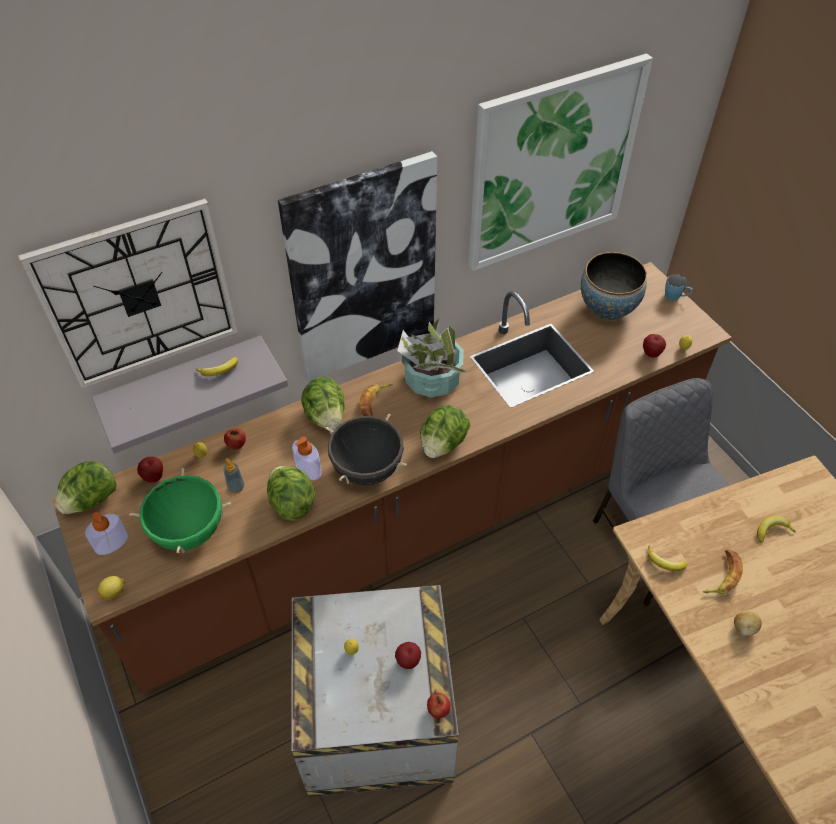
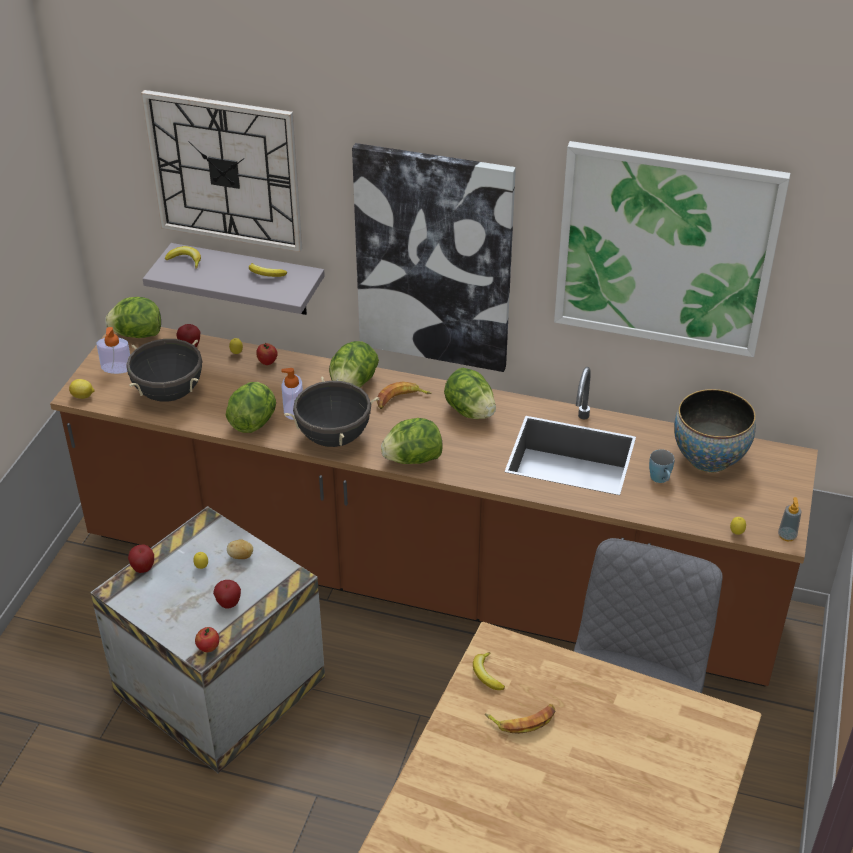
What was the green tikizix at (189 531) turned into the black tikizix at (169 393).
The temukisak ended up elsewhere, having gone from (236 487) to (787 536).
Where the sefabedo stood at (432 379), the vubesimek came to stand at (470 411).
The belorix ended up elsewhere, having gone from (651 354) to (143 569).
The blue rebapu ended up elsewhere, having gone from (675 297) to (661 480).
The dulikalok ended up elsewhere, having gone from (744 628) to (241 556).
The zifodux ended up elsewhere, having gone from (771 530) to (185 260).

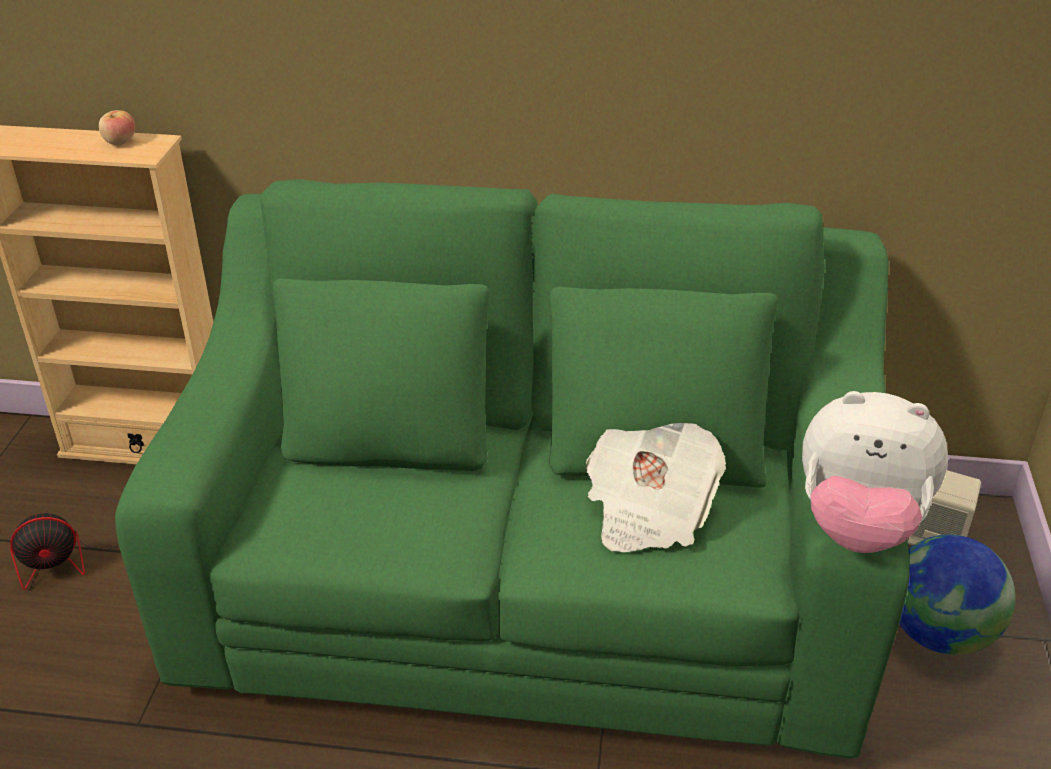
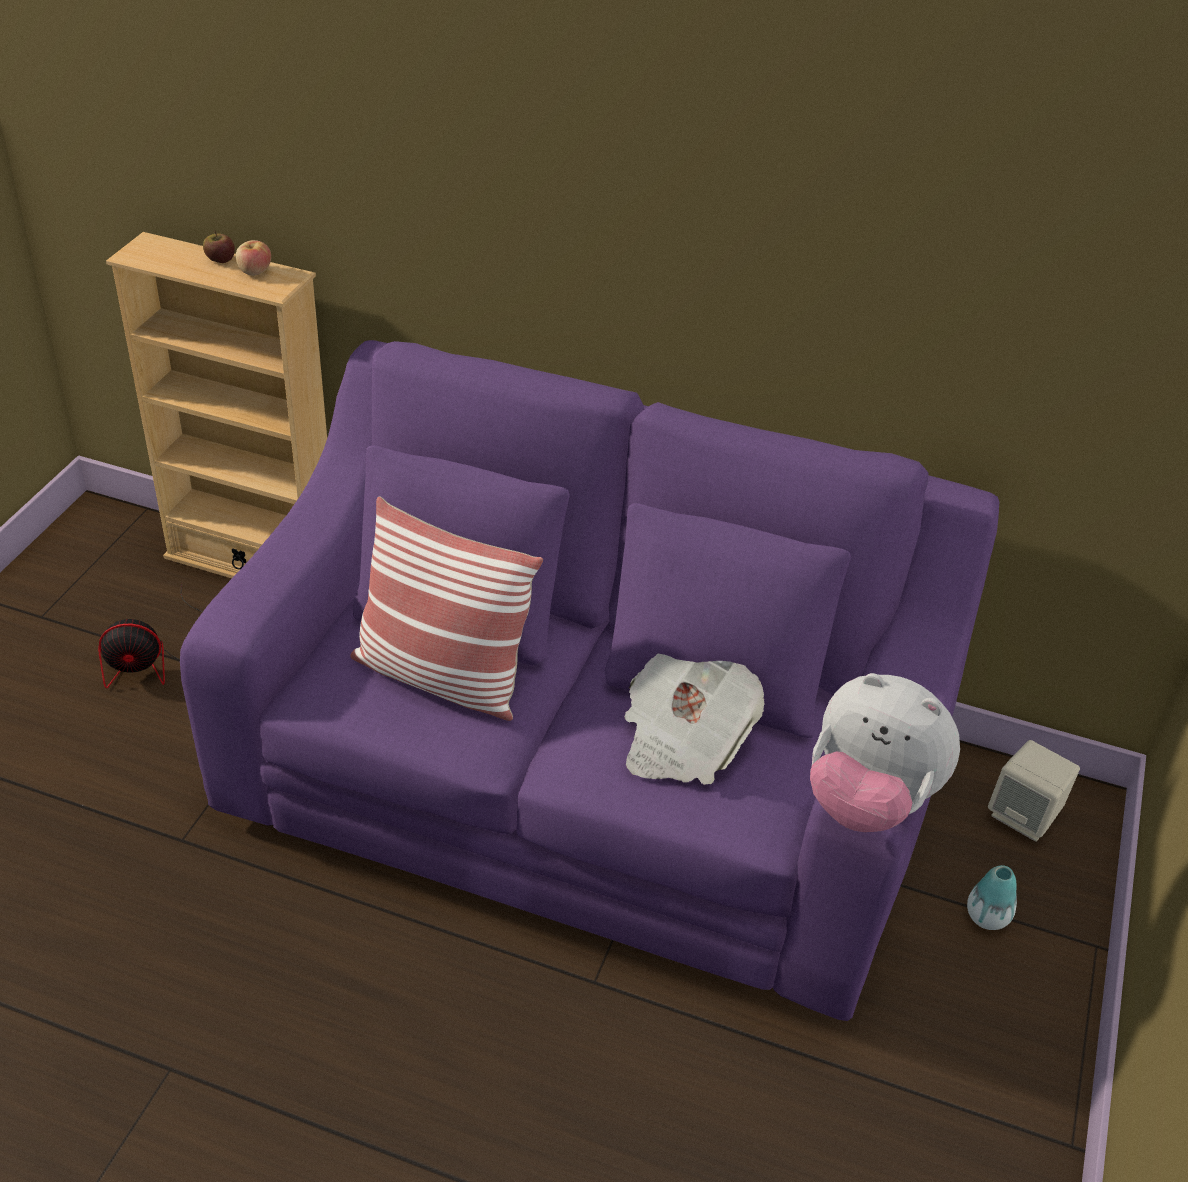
What was the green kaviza at (526 587) turned into the purple kaviza at (582 783).
Where the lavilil stood at (939 634), the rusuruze came to stand at (987 917).
The second view gained the belorix at (220 260).
The second view gained the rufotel at (441 676).

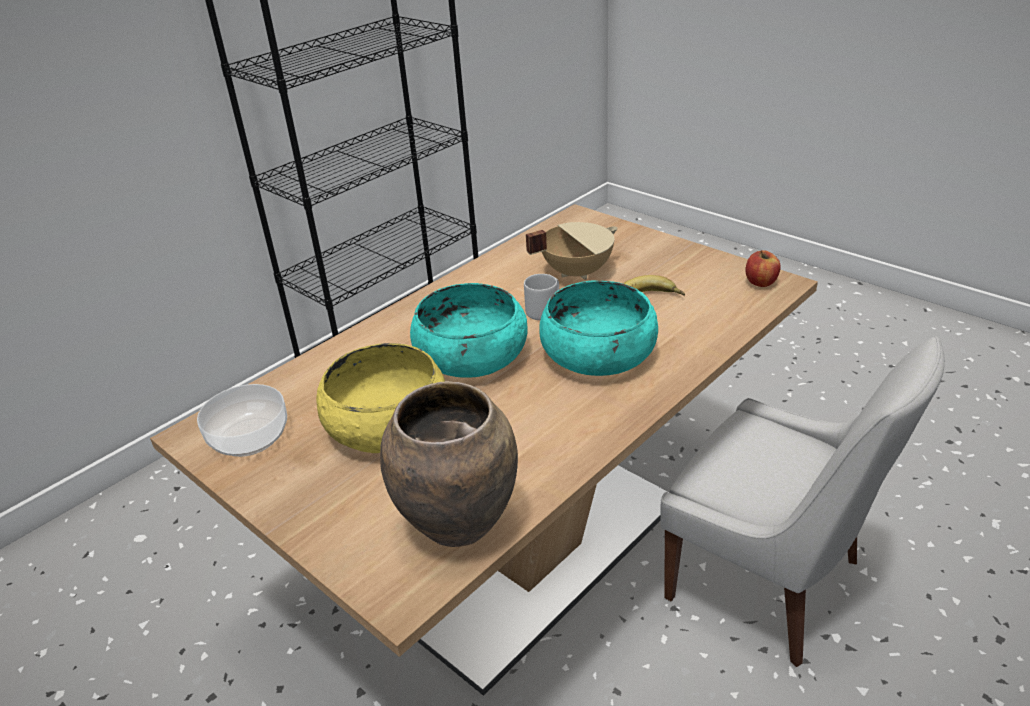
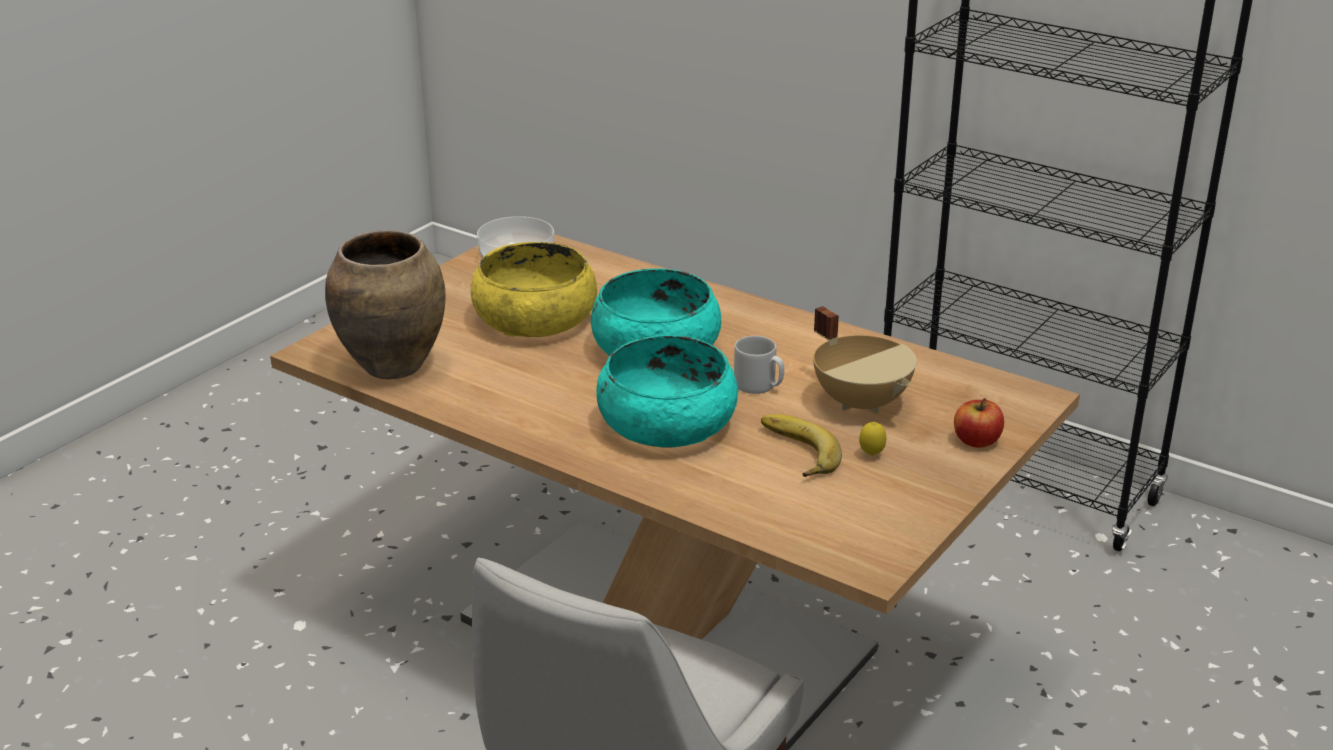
The belorix ended up elsewhere, having gone from (761 282) to (976 441).
The second view gained the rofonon at (871 455).

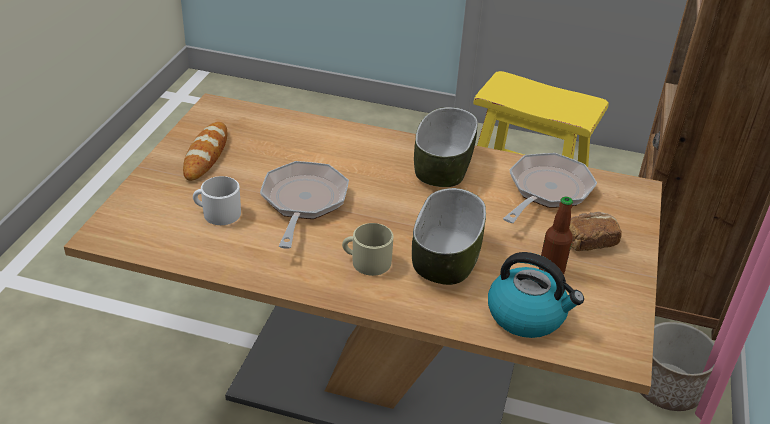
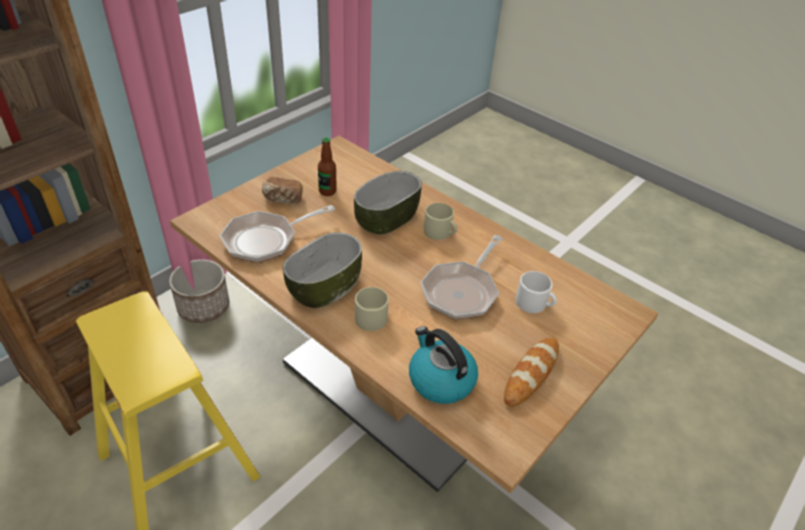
The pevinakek ended up elsewhere, having gone from (527 315) to (440 380).
The second view gained the beige rebapu at (373 316).

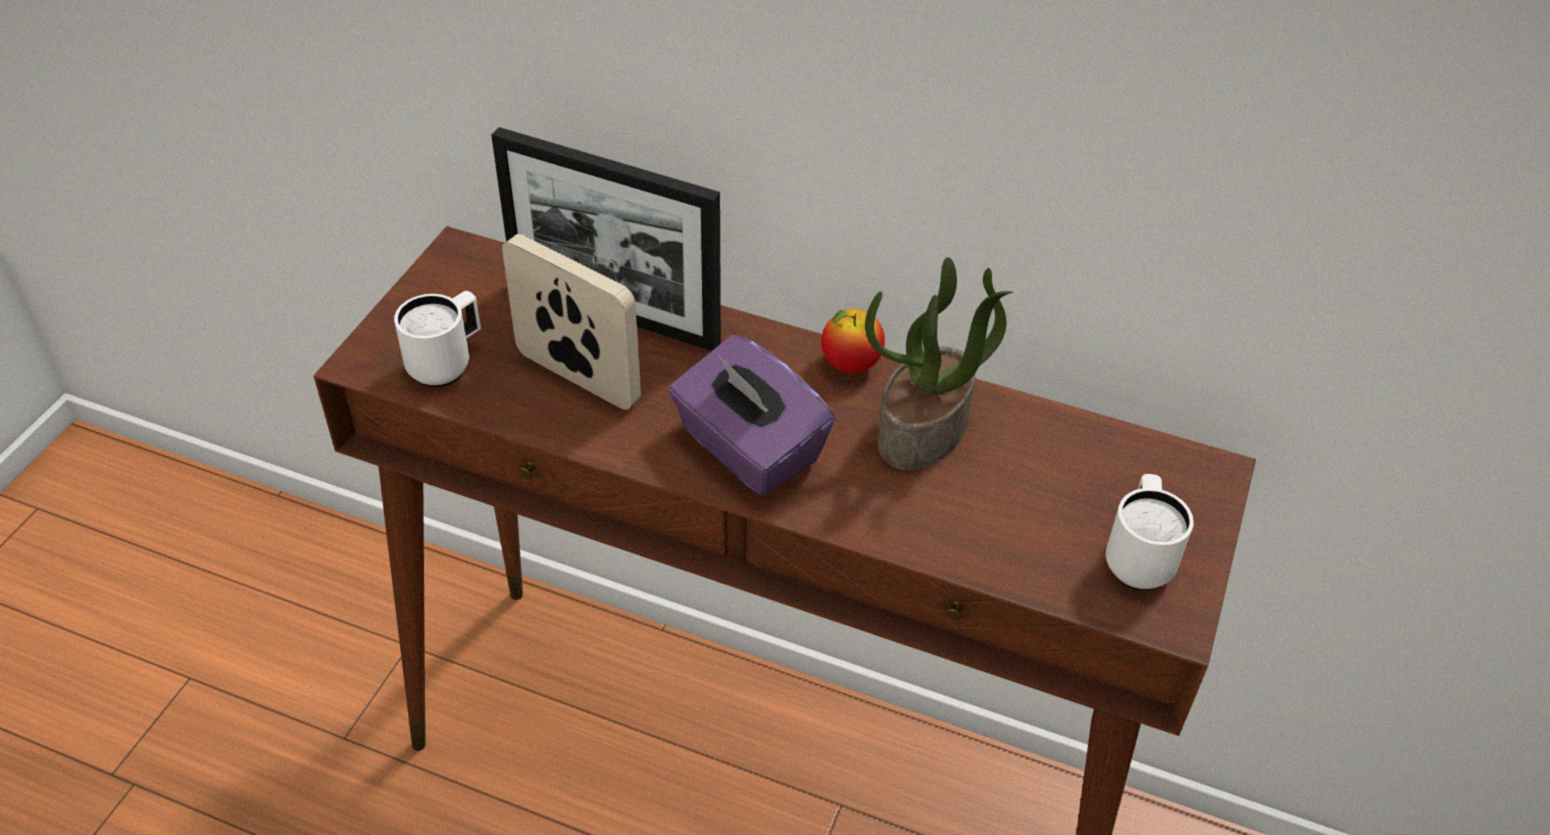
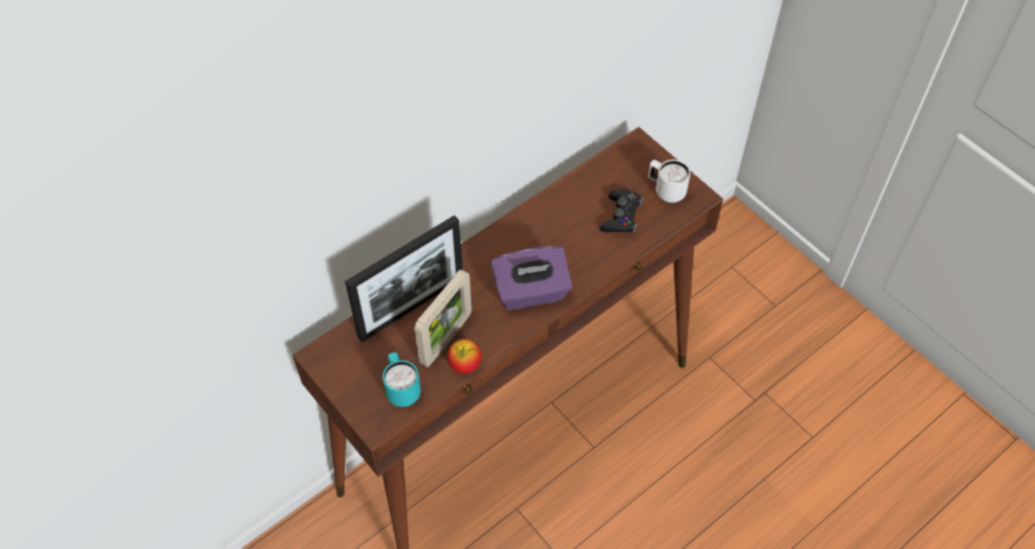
What was the white rebapu at (447 364) turned into the turquoise rebapu at (402 389).
The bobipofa at (578 378) ended up facing another way, 150 degrees clockwise from before.
The belorix ended up elsewhere, having gone from (850 365) to (465 365).
The second view lost the sefabedo at (924 431).
The second view gained the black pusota at (621 216).

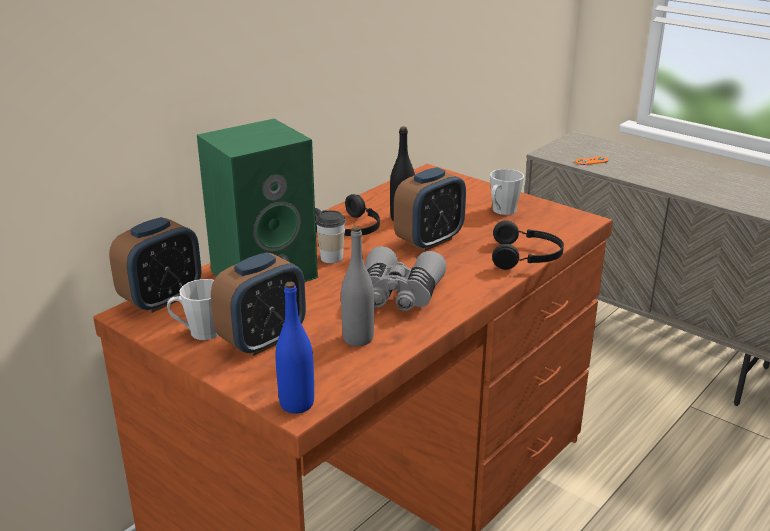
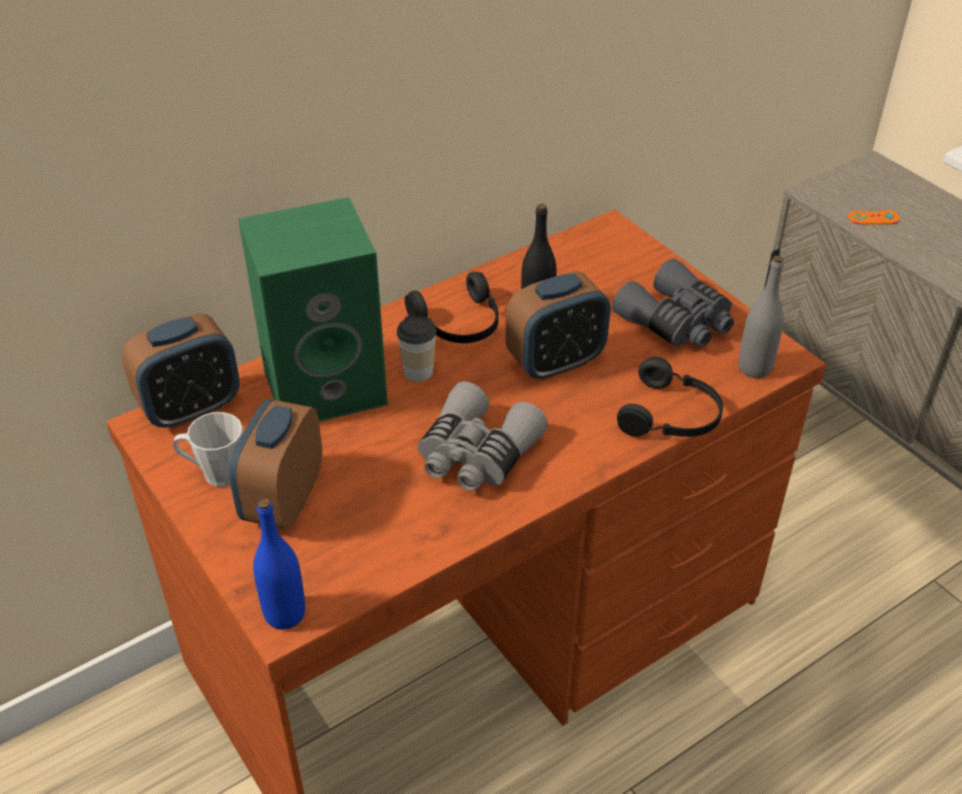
The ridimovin at (263 340) ended up facing another way, 135 degrees clockwise from before.
The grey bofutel ended up elsewhere, having gone from (358 339) to (754 368).
Where the grey rebapu stood at (502 211), the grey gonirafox came to stand at (677 322).

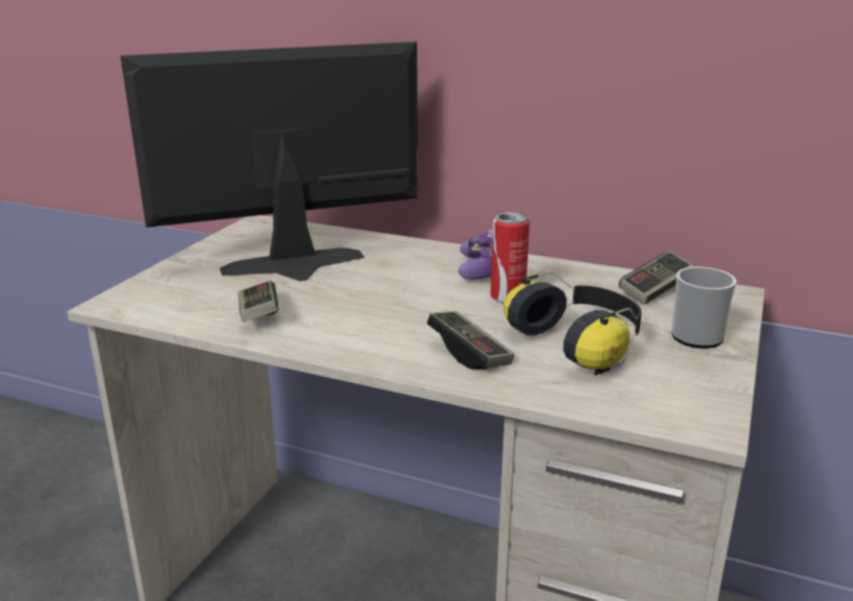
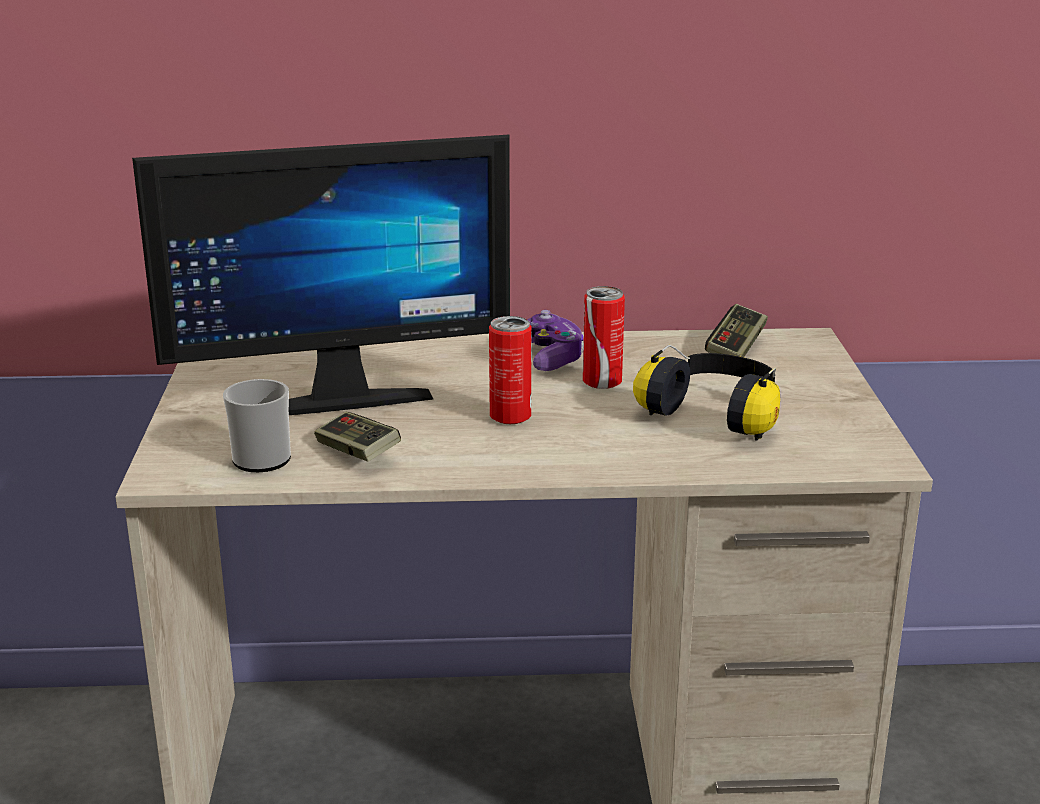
The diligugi at (297 269) ended up facing another way, 150 degrees counterclockwise from before.
The second view lost the pusota at (469 353).
The rebapu ended up elsewhere, having gone from (697 334) to (262 456).
The second view gained the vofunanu at (510 417).

